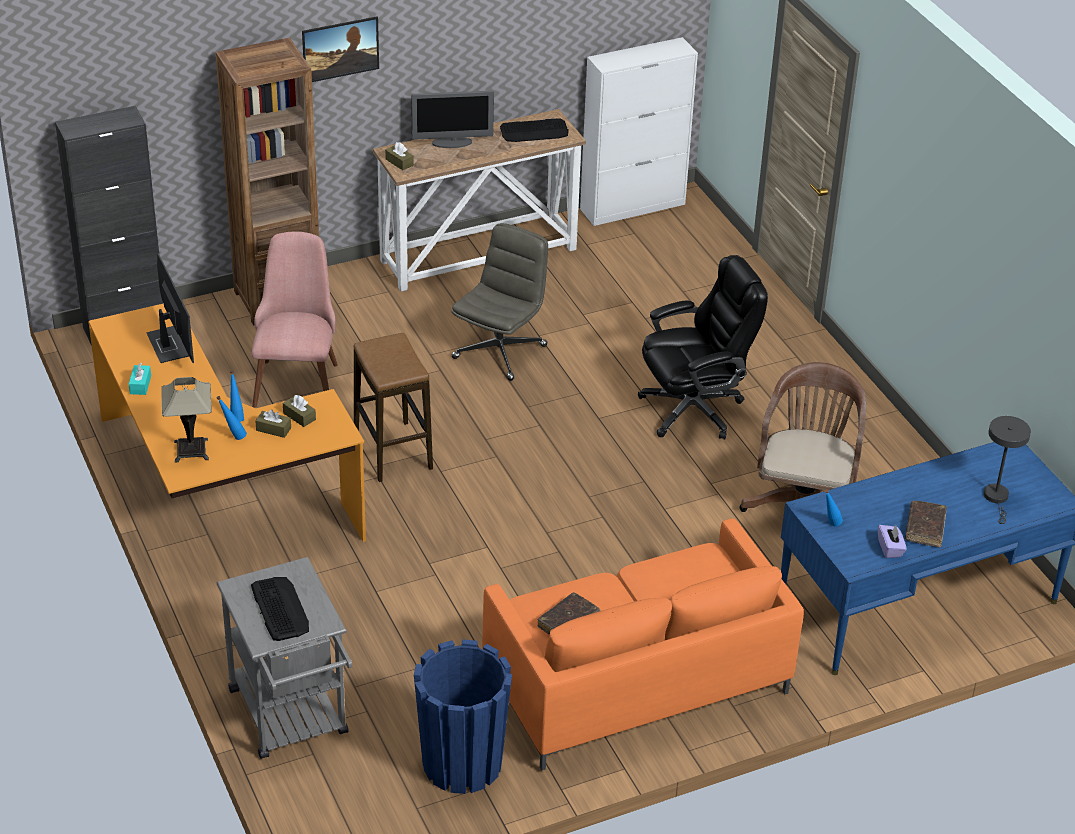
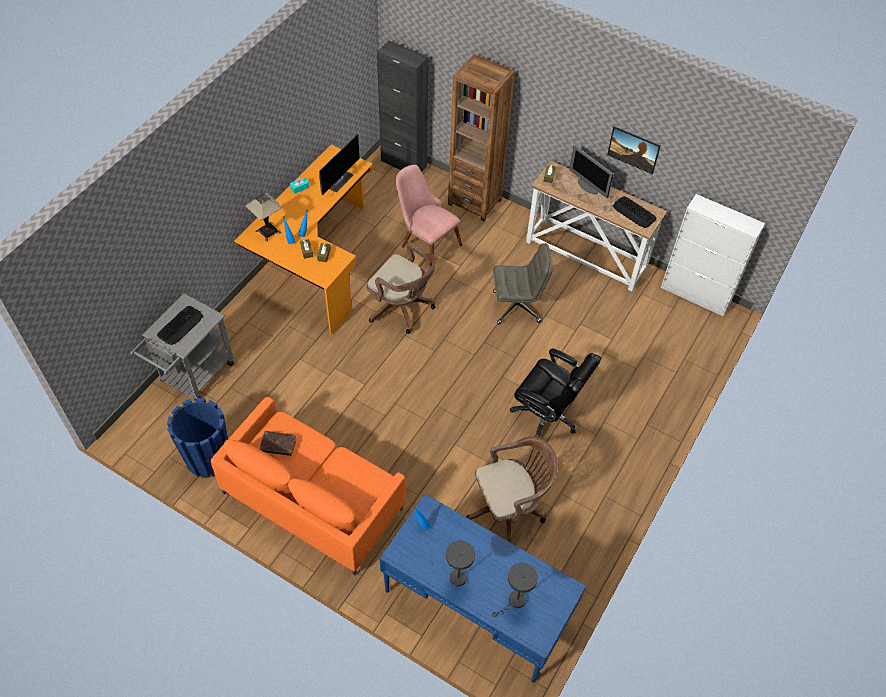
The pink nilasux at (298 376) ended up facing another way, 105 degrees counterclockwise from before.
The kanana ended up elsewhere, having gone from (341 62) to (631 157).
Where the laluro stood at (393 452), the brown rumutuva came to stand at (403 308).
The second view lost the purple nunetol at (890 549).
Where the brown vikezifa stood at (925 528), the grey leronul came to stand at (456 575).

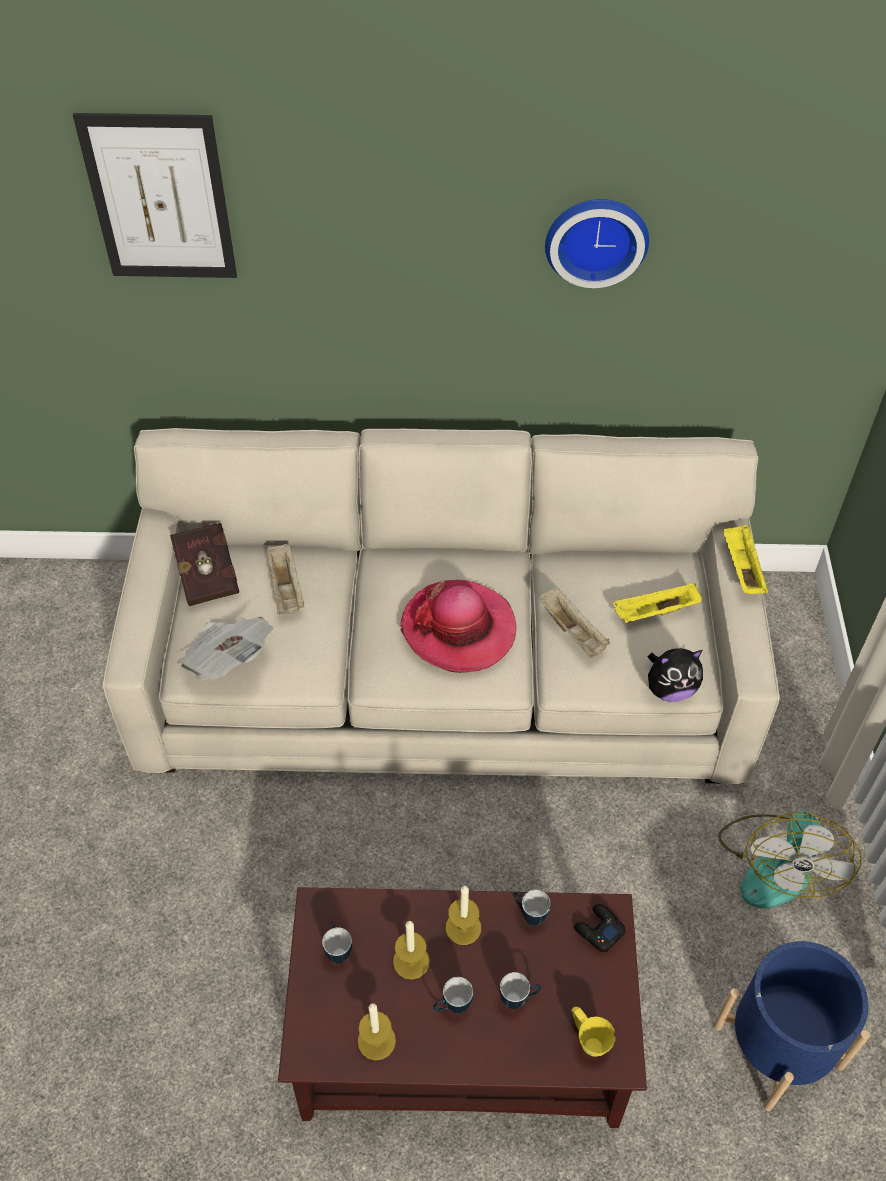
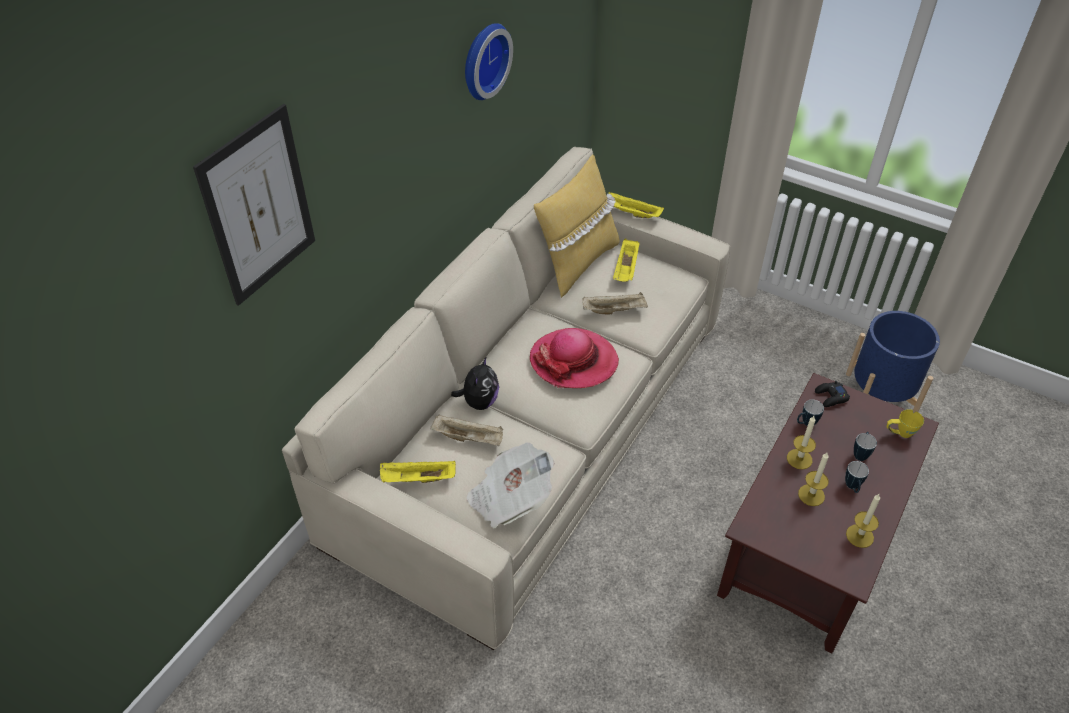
Where the red vikezifa stood at (208 574), the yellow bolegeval came to stand at (417 479).
The second view lost the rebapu at (338 950).
The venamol ended up elsewhere, having gone from (670 689) to (479 402).
The second view lost the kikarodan at (776 863).
The second view gained the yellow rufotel at (577 263).

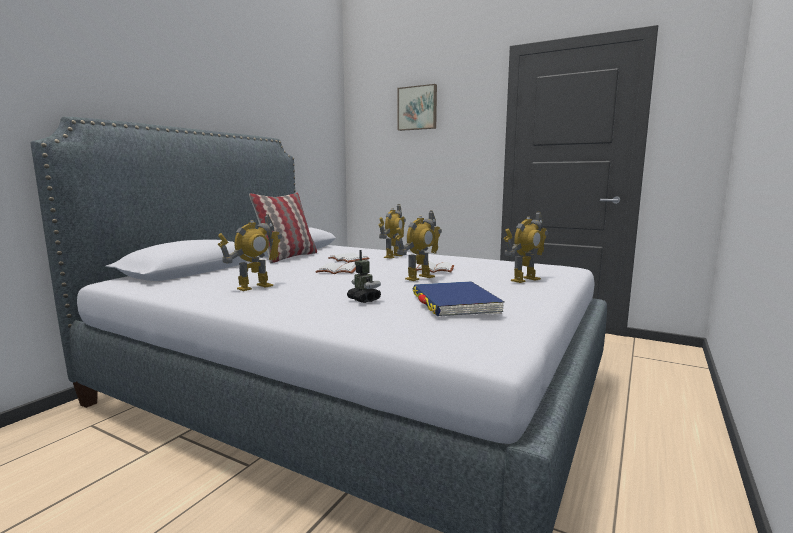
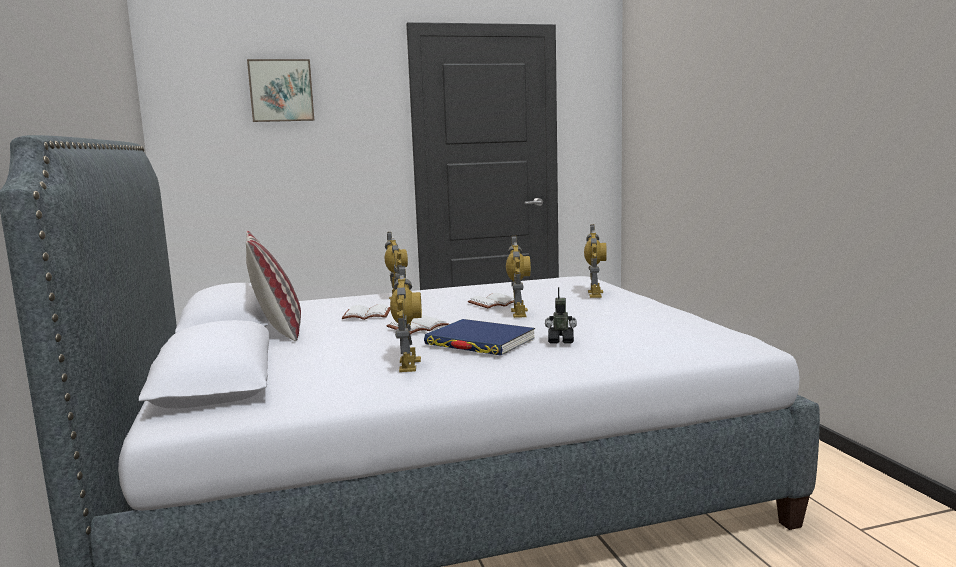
The blue vikezifa ended up elsewhere, having gone from (454 303) to (480 342).

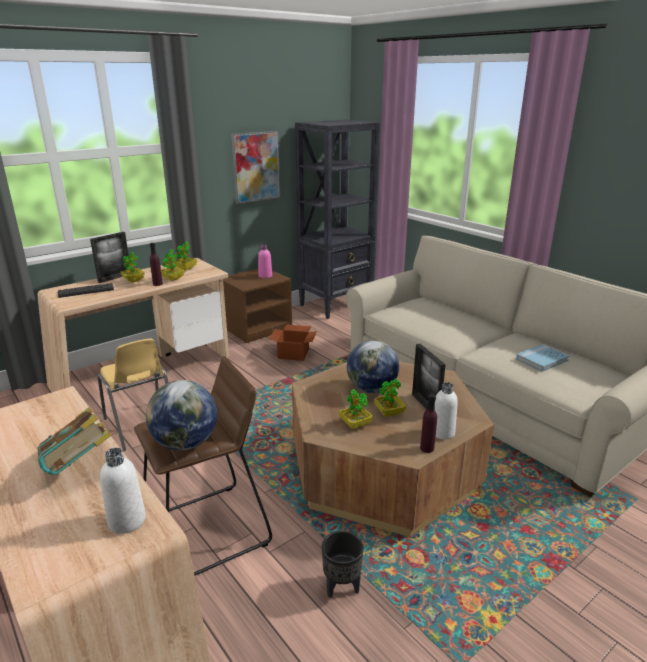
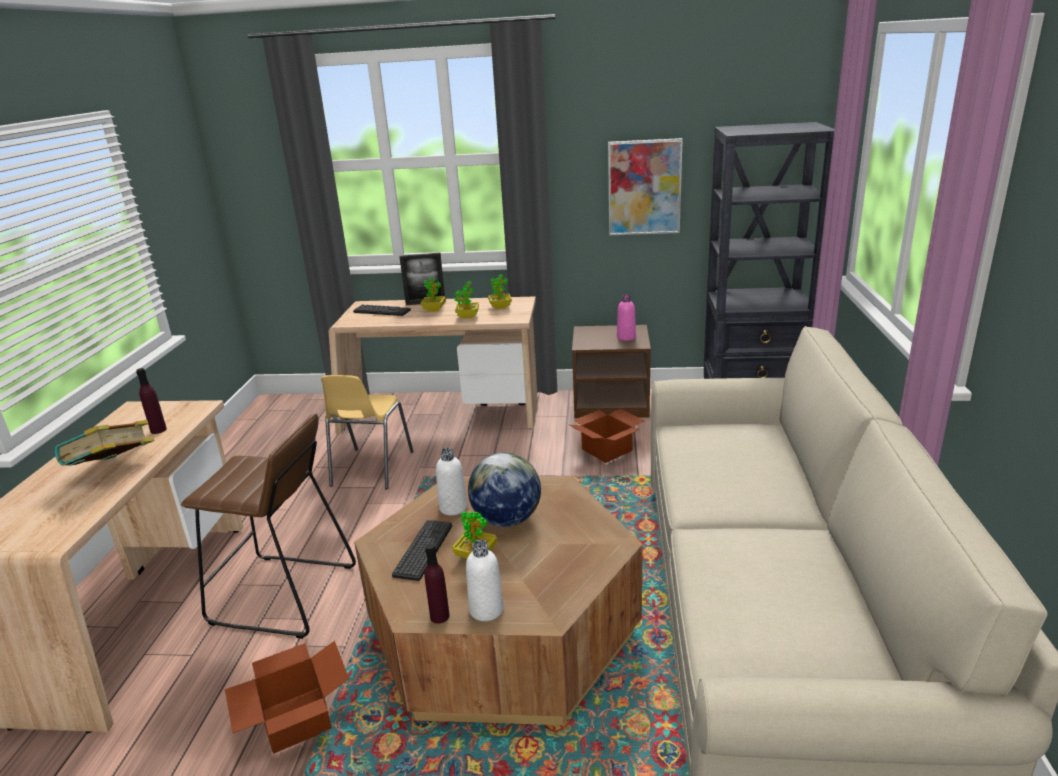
The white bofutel ended up elsewhere, having gone from (127 521) to (453 507).
The second view lost the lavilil at (185 443).
The purple bofutel ended up elsewhere, having gone from (157 284) to (158 430).
Where the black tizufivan stood at (341 587), the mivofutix came to stand at (294 720).
Where the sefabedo stood at (355 424), the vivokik came to stand at (423 550).
The second view lost the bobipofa at (425 405).
The second view lost the blue vikezifa at (542 359).

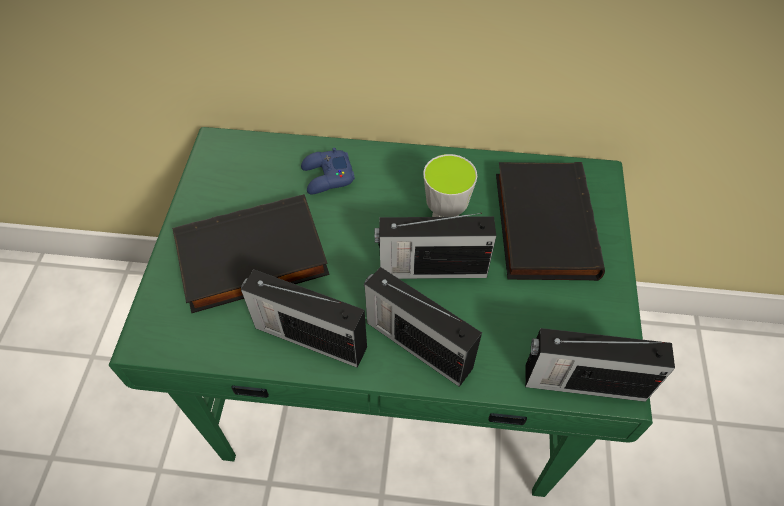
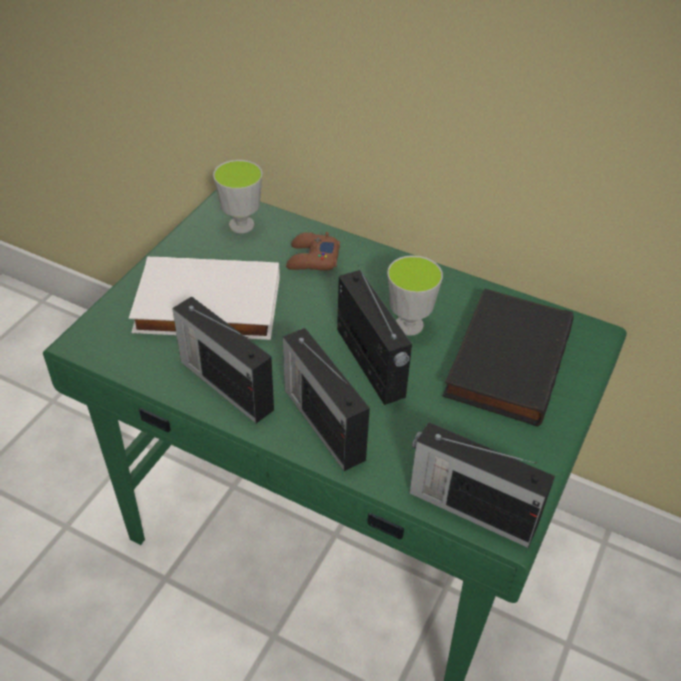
What was the black vikezifa at (252 260) turned into the white vikezifa at (206 307).
What was the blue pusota at (327 177) turned into the brown pusota at (312 259).
The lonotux at (430 268) ended up facing another way, 135 degrees counterclockwise from before.
The second view gained the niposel at (241 225).

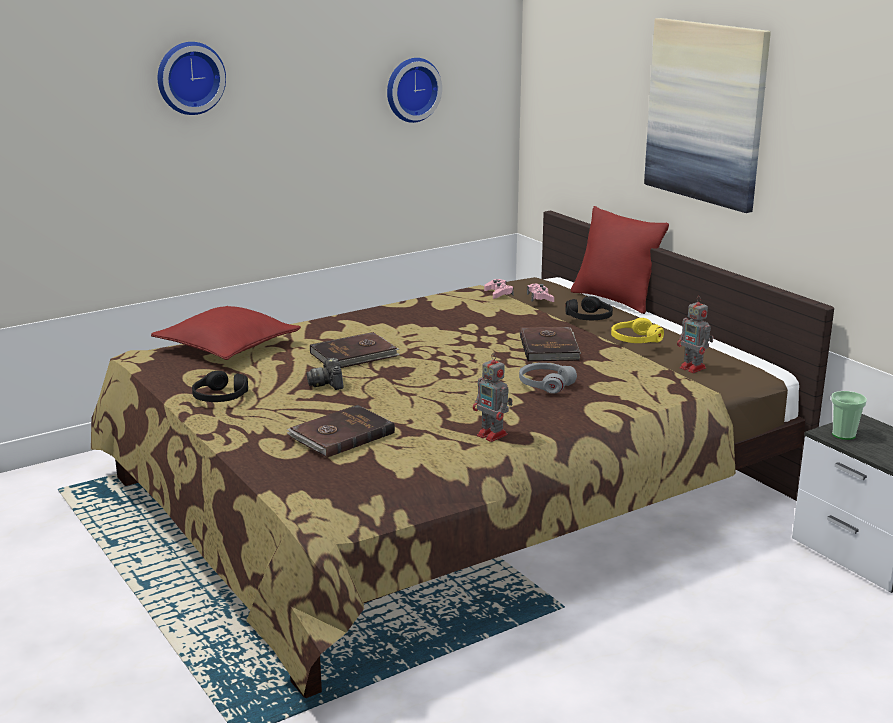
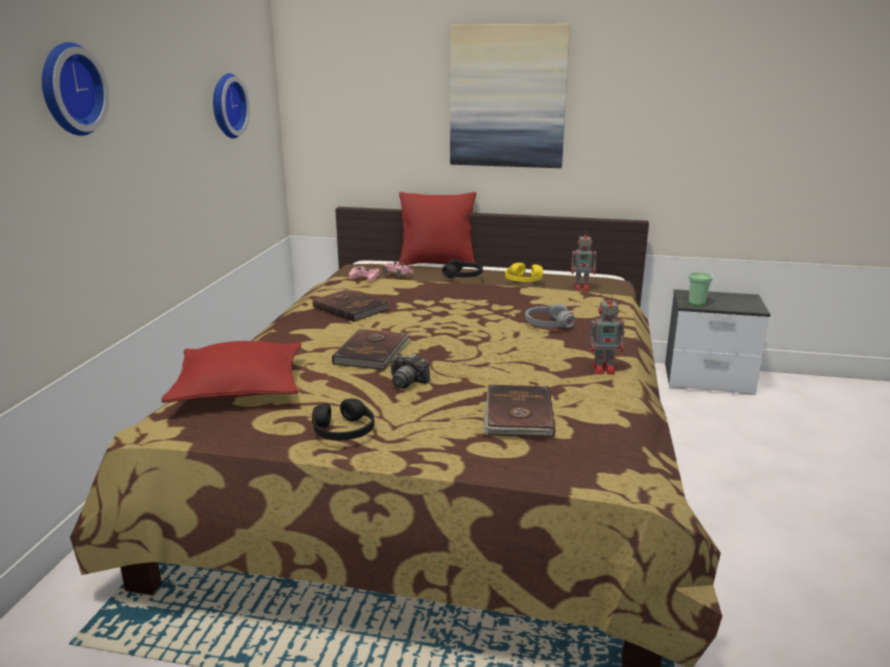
The brown vikezifa ended up elsewhere, having gone from (550 347) to (350 308).

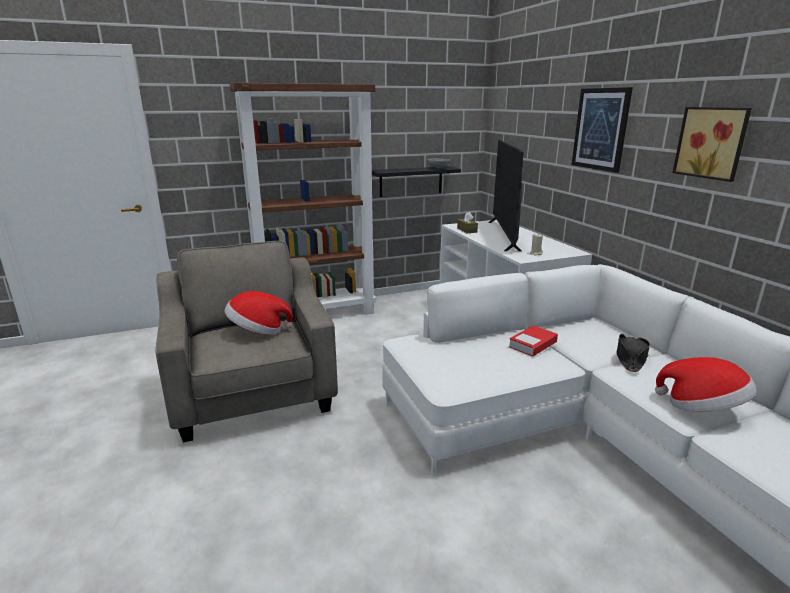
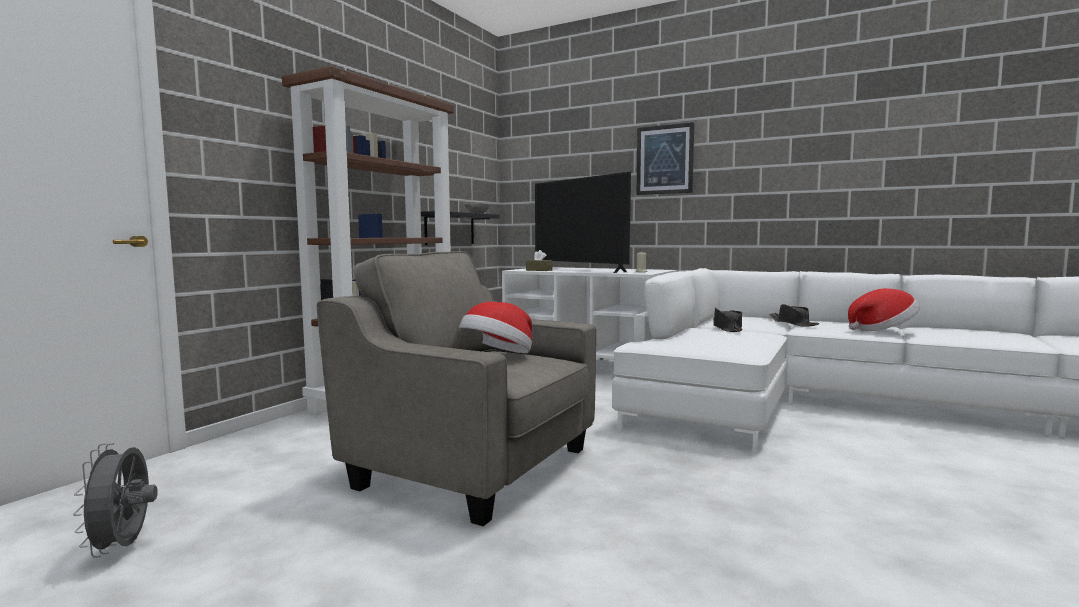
Where the vikezifa stood at (532 344), the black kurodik came to stand at (727 328).
The second view lost the kanana at (712 143).
The second view gained the grey kikarodan at (124 548).

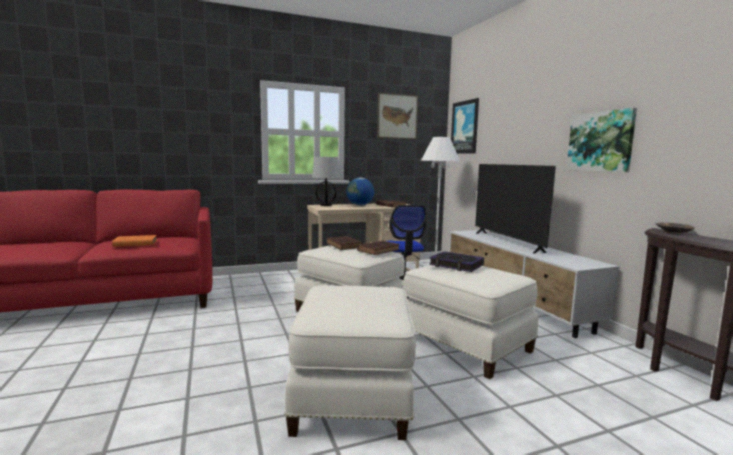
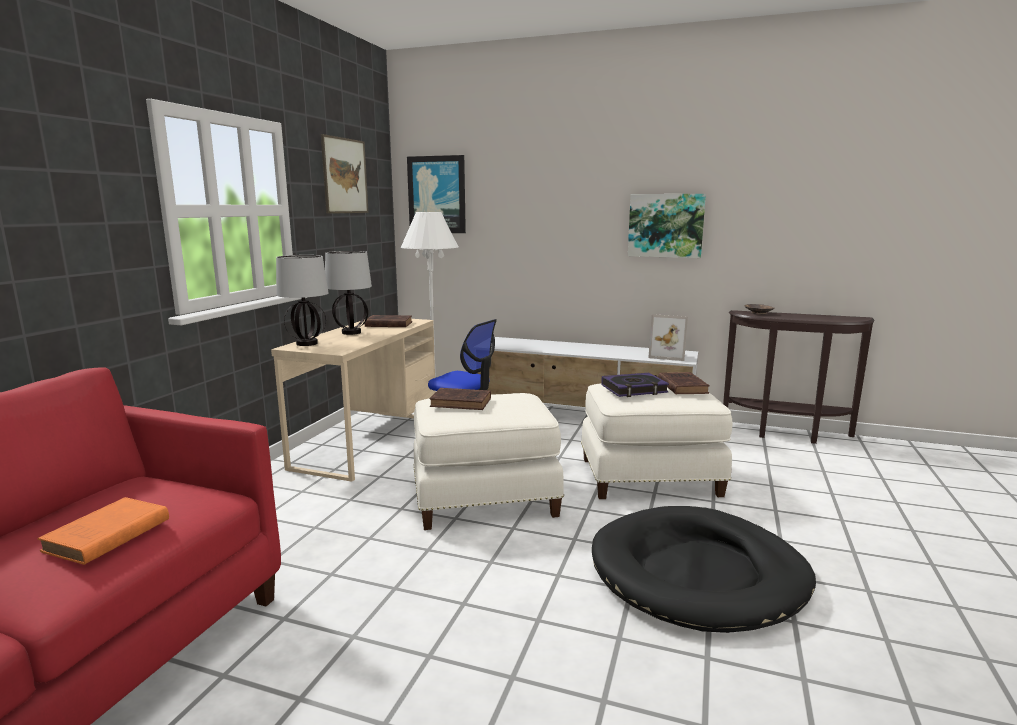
Where the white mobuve stood at (354 395), the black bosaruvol came to stand at (698 573).
Where the lavilil stood at (360 205), the leronul came to stand at (351 333).
The brown vikezifa ended up elsewhere, having gone from (379 250) to (682 386).
The second view lost the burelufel at (507 242).
The second view gained the bobipofa at (667 355).

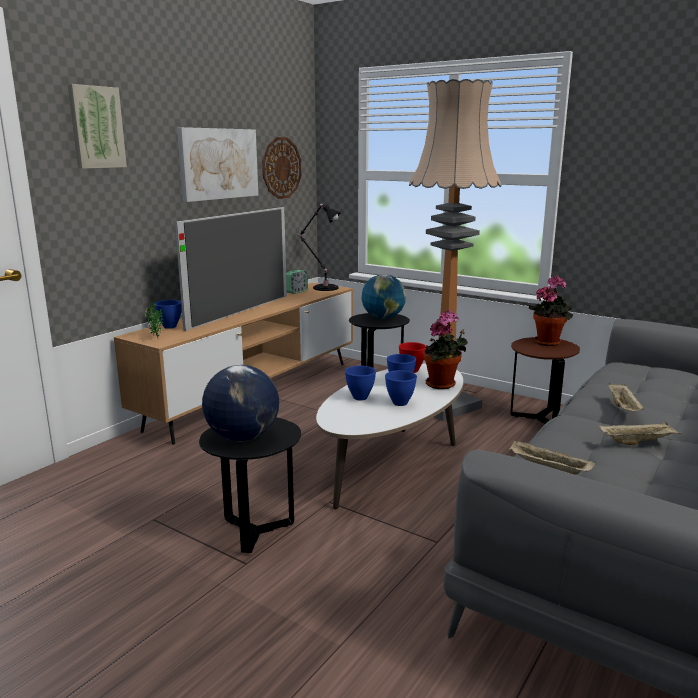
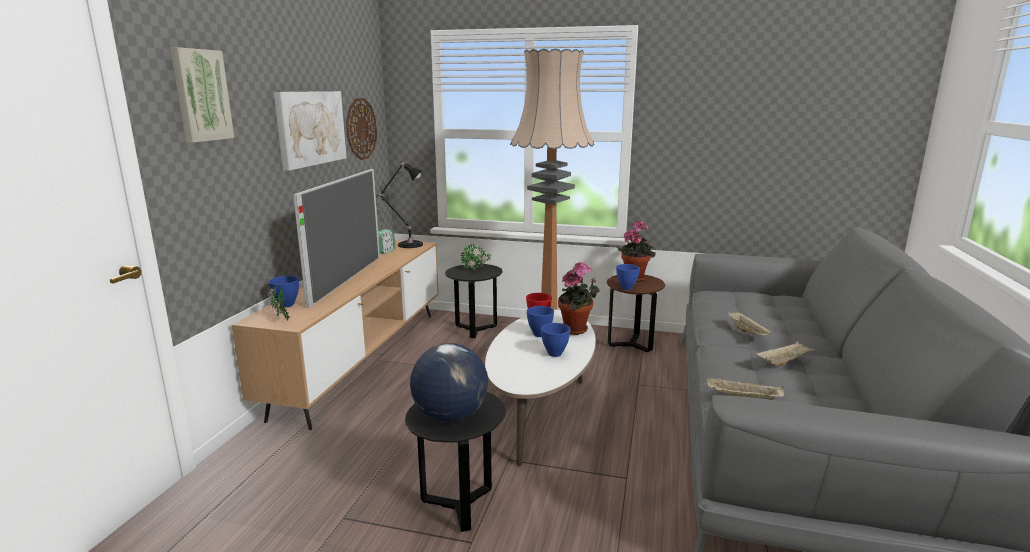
The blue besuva ended up elsewhere, having gone from (360 397) to (626 288).
Where the lavilil stood at (383 318), the sefabedo came to stand at (476 269).

